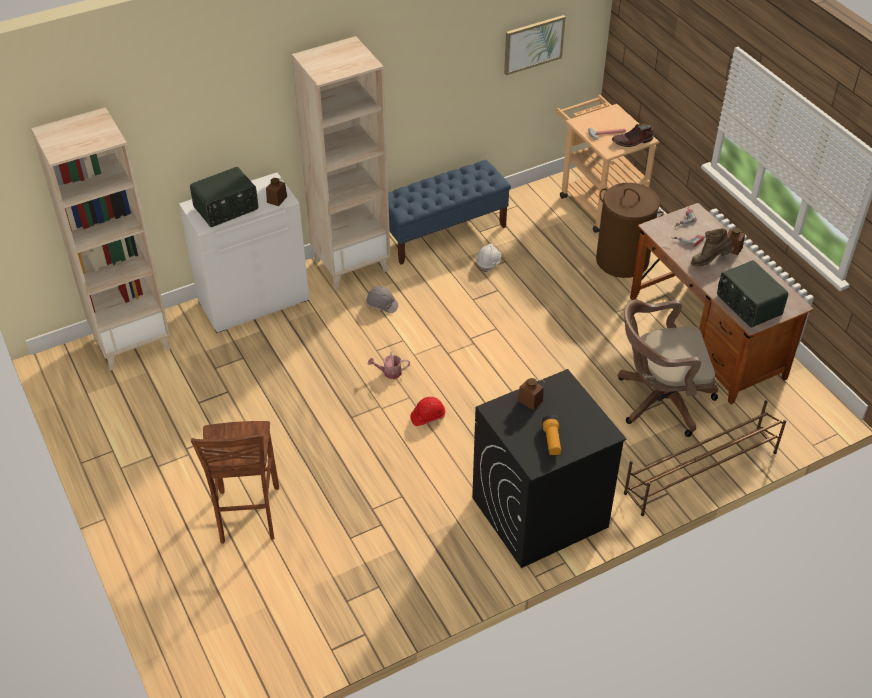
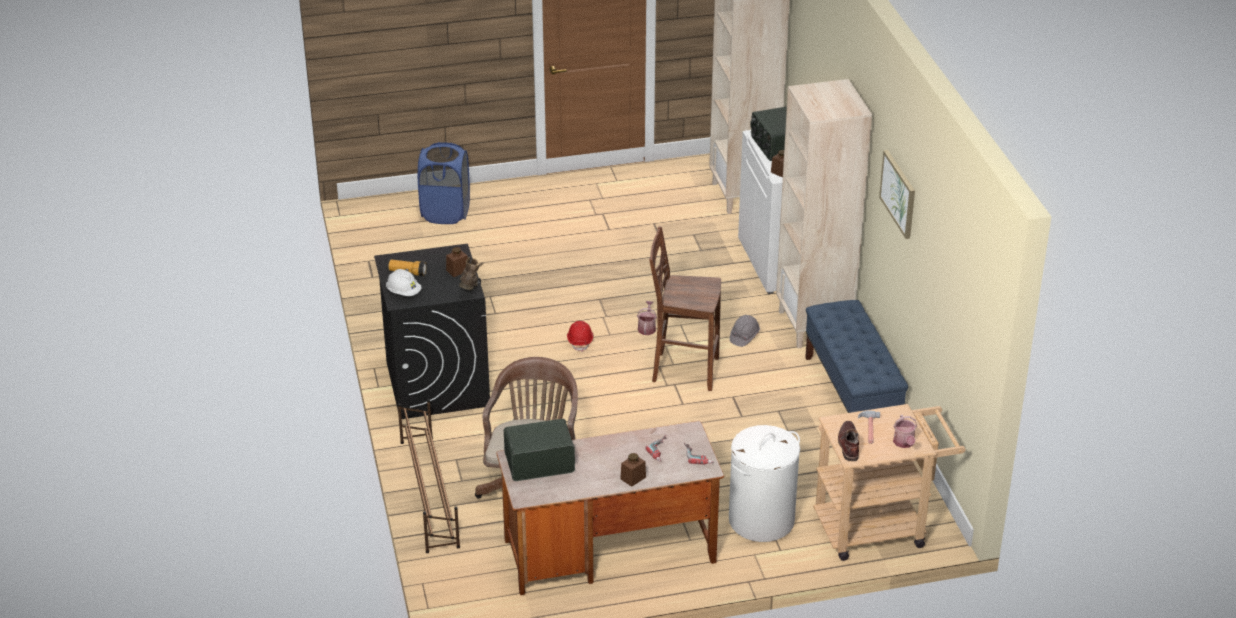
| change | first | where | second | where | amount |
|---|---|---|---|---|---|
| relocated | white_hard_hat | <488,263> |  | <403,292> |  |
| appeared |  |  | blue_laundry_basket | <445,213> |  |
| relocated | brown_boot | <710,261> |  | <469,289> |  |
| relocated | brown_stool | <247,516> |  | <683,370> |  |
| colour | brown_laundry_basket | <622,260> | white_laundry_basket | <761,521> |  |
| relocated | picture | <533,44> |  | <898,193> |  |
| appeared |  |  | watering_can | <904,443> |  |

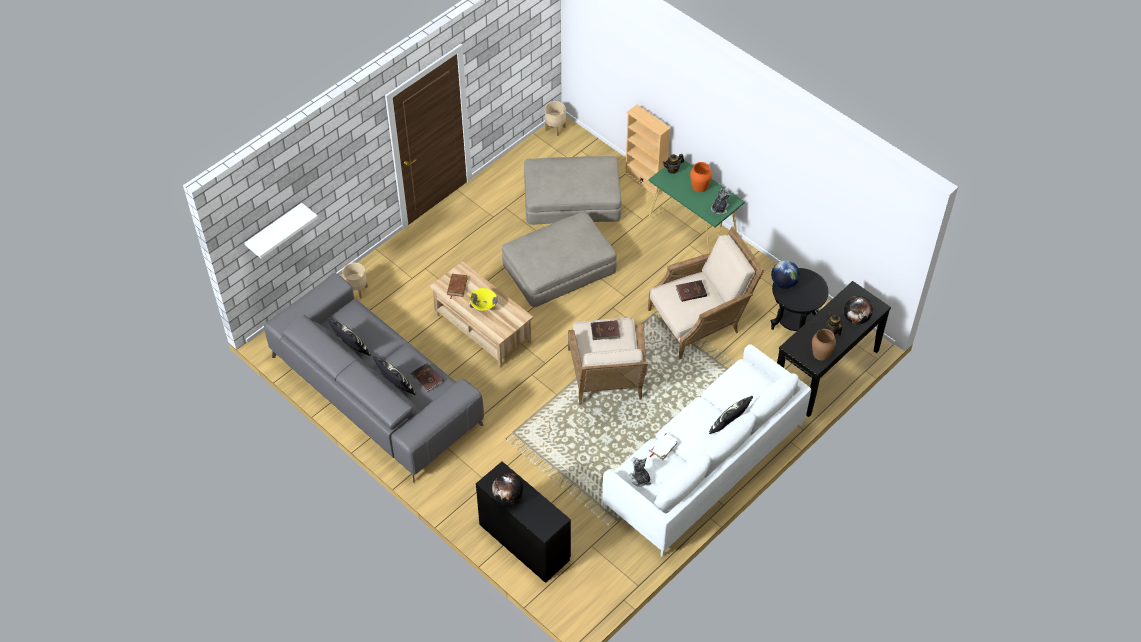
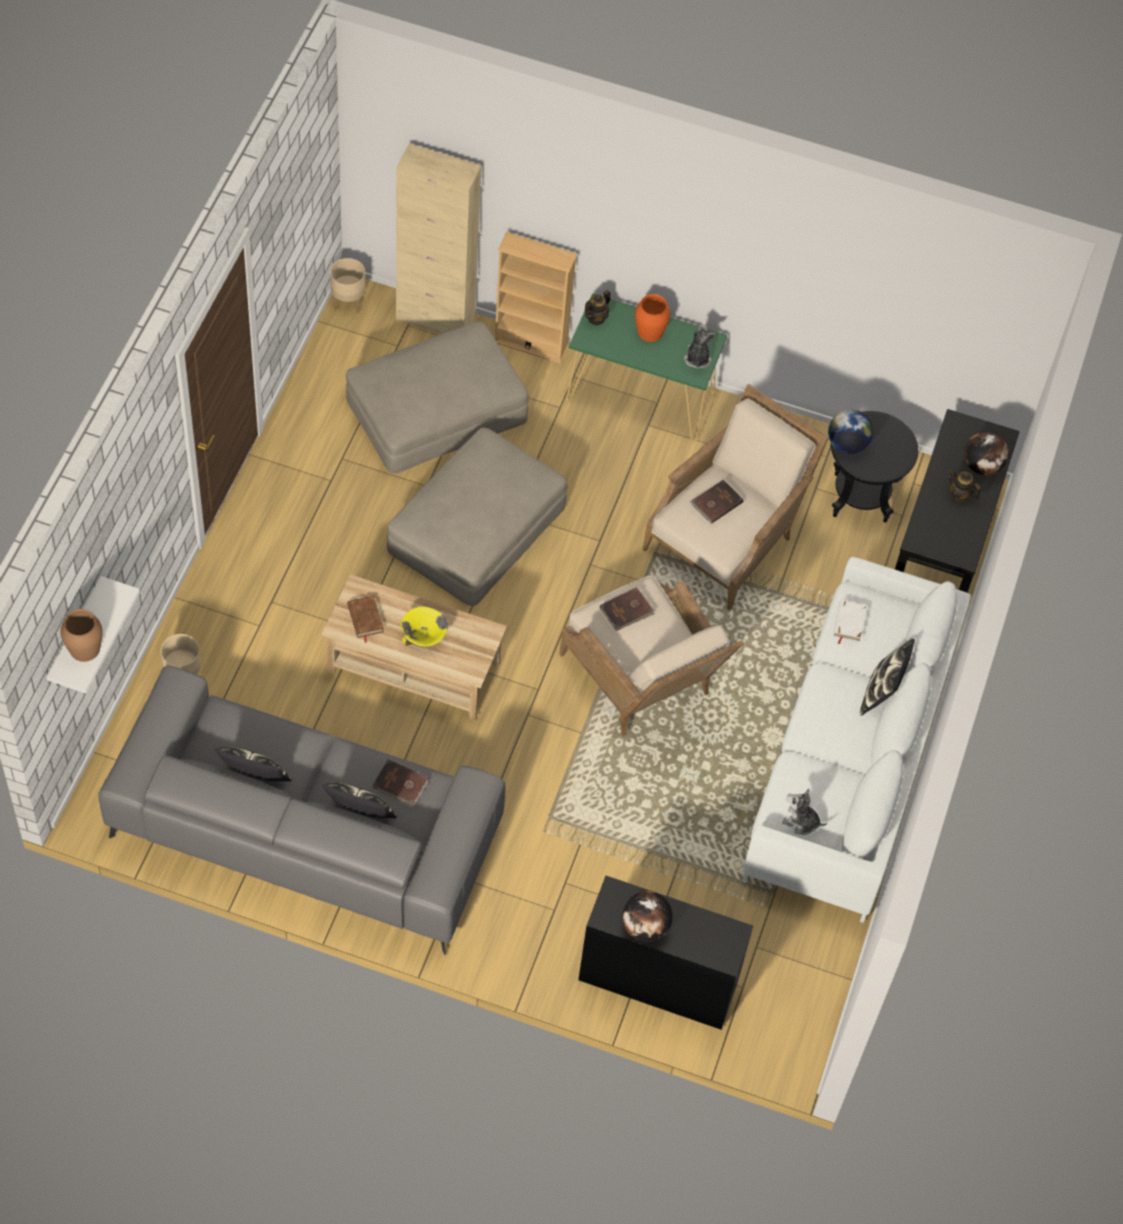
| change | first | where | second | where | amount |
|---|---|---|---|---|---|
| relocated | brown_vase | <821,353> |  | <84,648> |  |
| appeared |  |  | beige_cabinet | <435,319> |  |
| relocated | white_book | <663,447> |  | <849,623> |  |

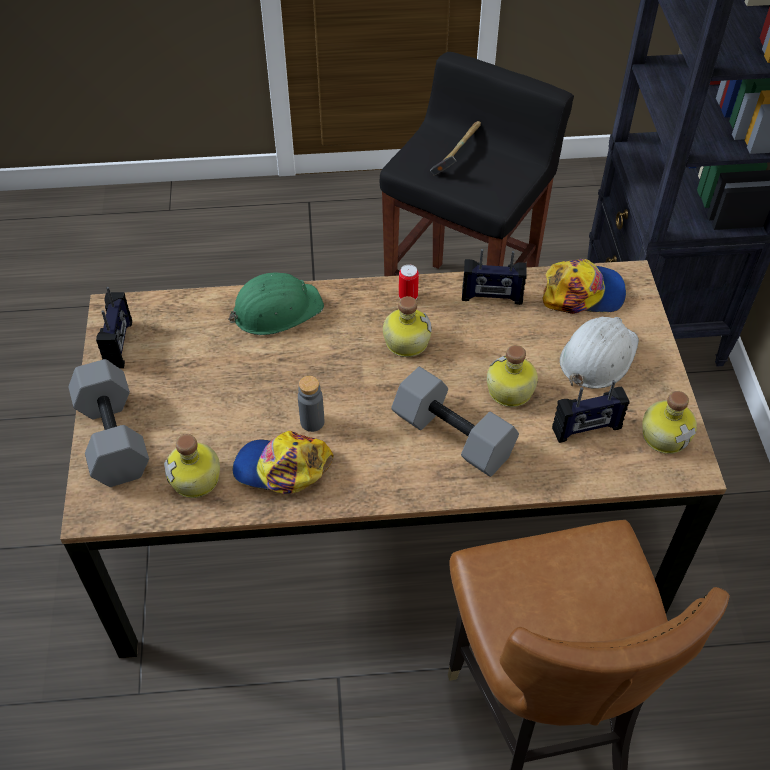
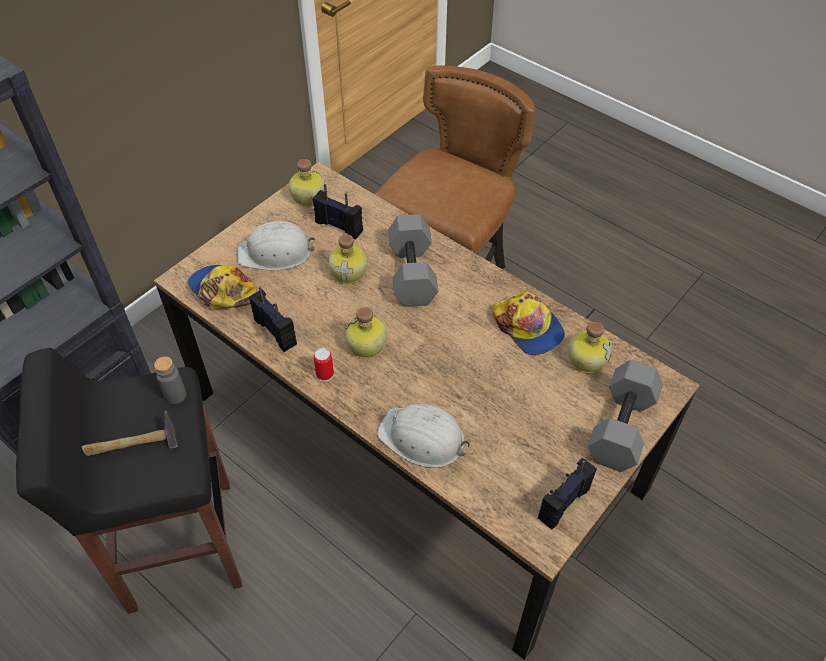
| change | first | where | second | where | amount |
|---|---|---|---|---|---|
| relocated | grey_bottle | <312,422> |  | <175,395> |  |
| colour | green_hard_hat | <276,310> | white_hard_hat | <422,438> |  |

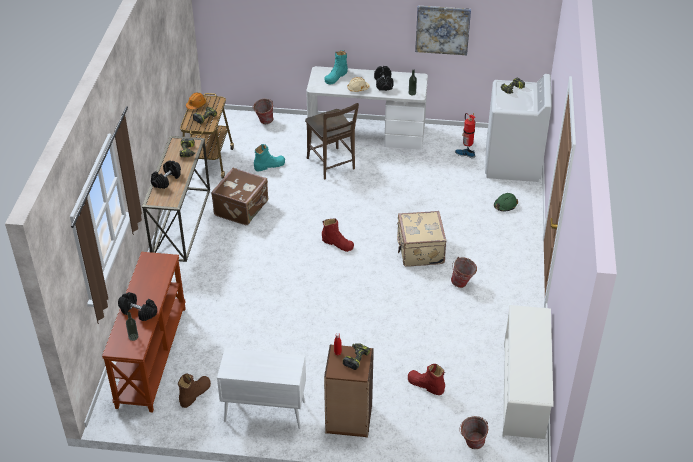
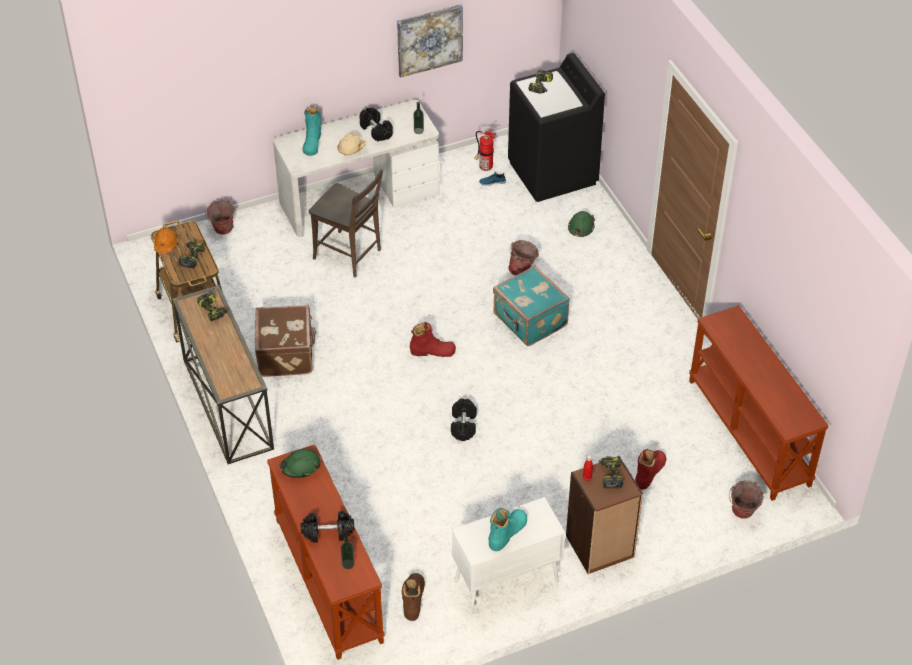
| change | first | where | second | where | amount |
|---|---|---|---|---|---|
| appeared |  |  | green_hard_hat | <301,466> |  |
| relocated | black_dumbbell | <166,180> |  | <463,425> |  |
| relocated | turquoise_boot | <269,165> |  | <507,532> |  |
| colour | beige_suitcase | <419,250> | turquoise_suitcase | <529,321> |  |
| colour | white_washing_machine | <512,164> | black_washing_machine | <553,173> |  |
| relocated | bucket | <462,284> |  | <523,271> |  |
| spun | red_boot | <425,385> |  | <650,472> | 120 degrees clockwise |
| exchanged | white_shoe_rack | <523,390> | brown_console_table | <750,432> |  |

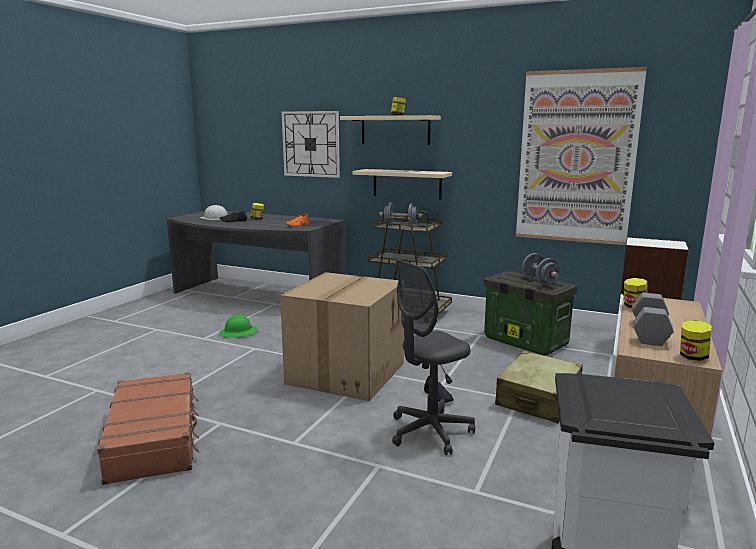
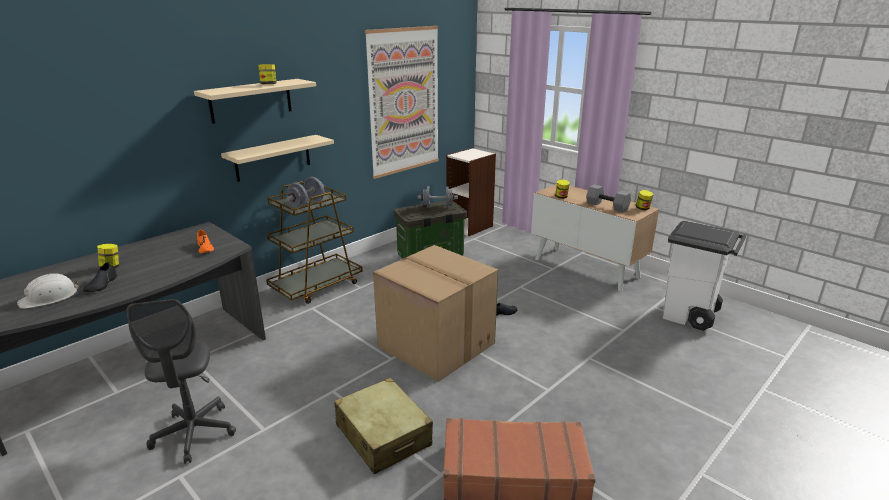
| change | first | where | second | where | amount |
|---|---|---|---|---|---|
| relocated | grey_office_chair | <430,432> |  | <194,433> |  |
| relocated | beige_suitcase | <538,399> |  | <383,435> |  |
| missing | green_hard_hat | <238,332> |  |  |  |
| missing | wall_clock | <311,144> |  |  |  |

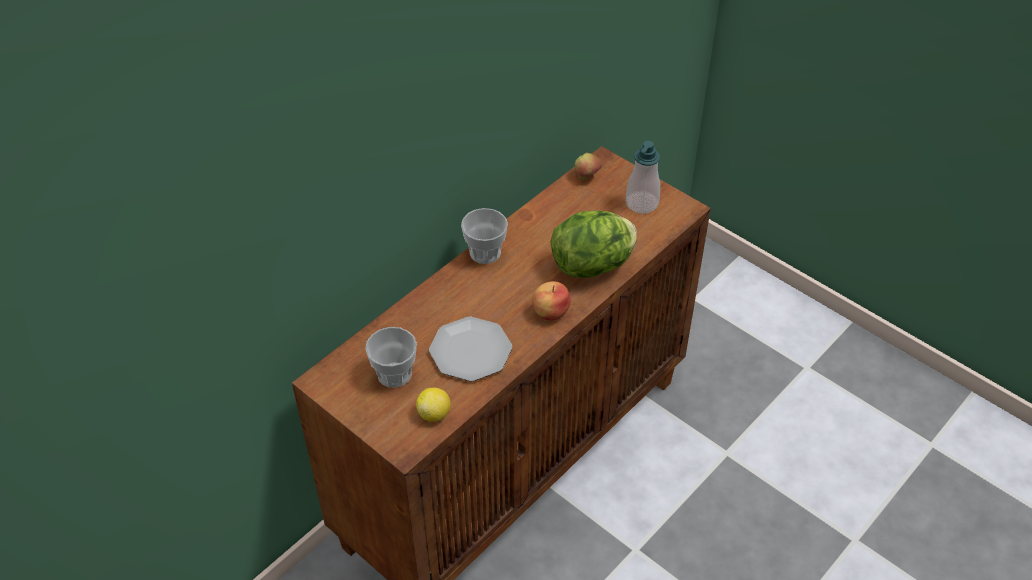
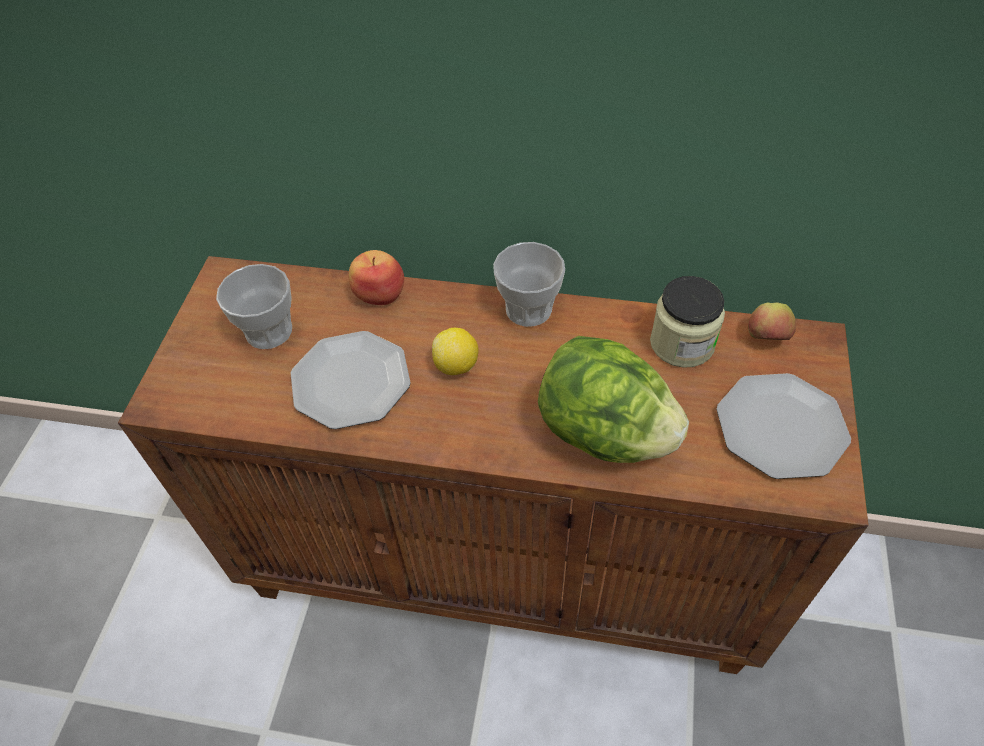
| change | first | where | second | where | amount |
|---|---|---|---|---|---|
| relocated | apple | <550,312> |  | <379,293> |  |
| relocated | lemon | <434,414> |  | <456,366> |  |
| appeared |  |  | jar | <682,343> |  |
| exchanged | soap_dispenser | <641,203> | plate | <781,428> |  |

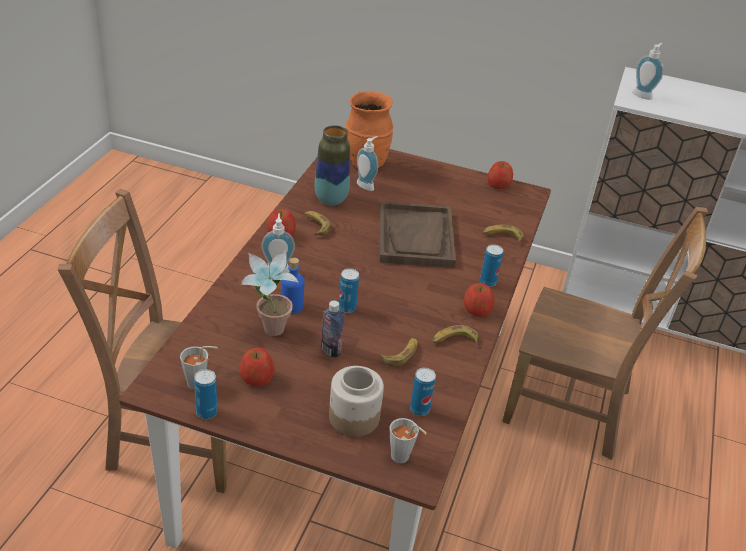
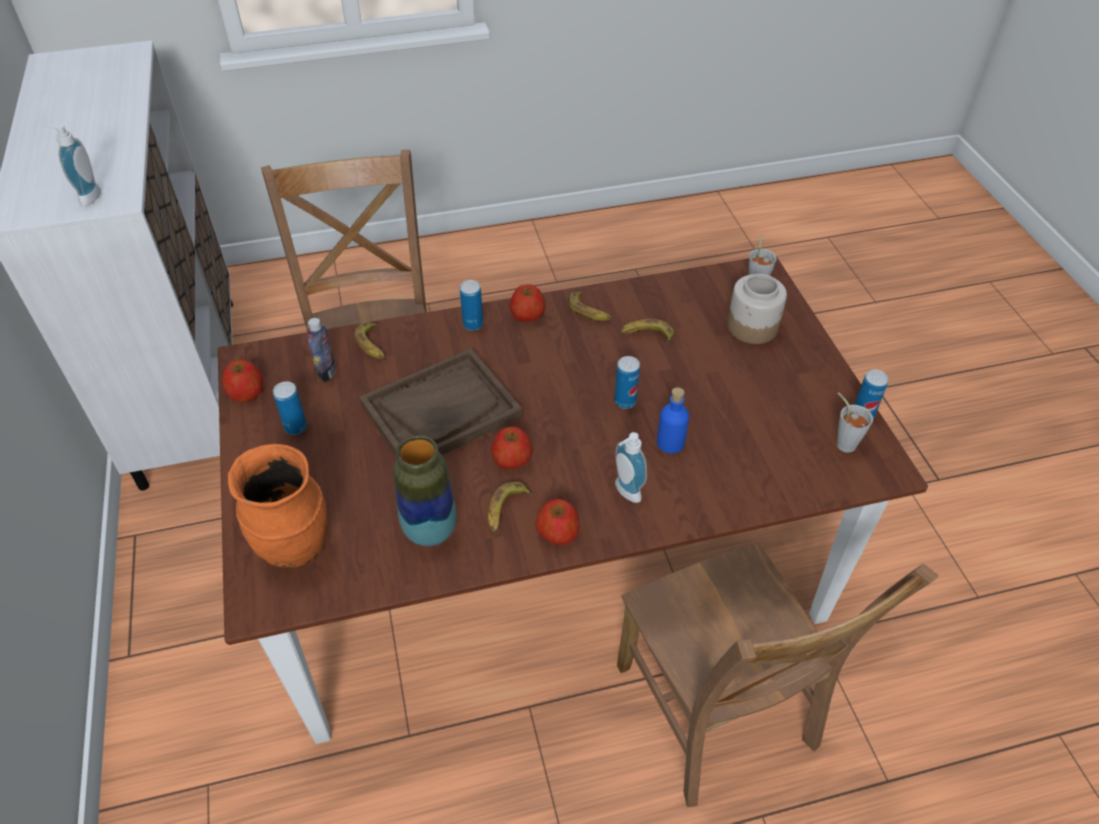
| change | first | where | second | where | amount |
|---|---|---|---|---|---|
| relocated | can | <419,409> |  | <296,427> |  |
| relocated | bottle | <331,350> |  | <327,373> |  |
| relocated | apple | <257,377> |  | <511,459> |  |
| missing | potted_plant | <269,333> |  |  |  |
| missing | soap_dispenser | <367,185> |  |  |  |

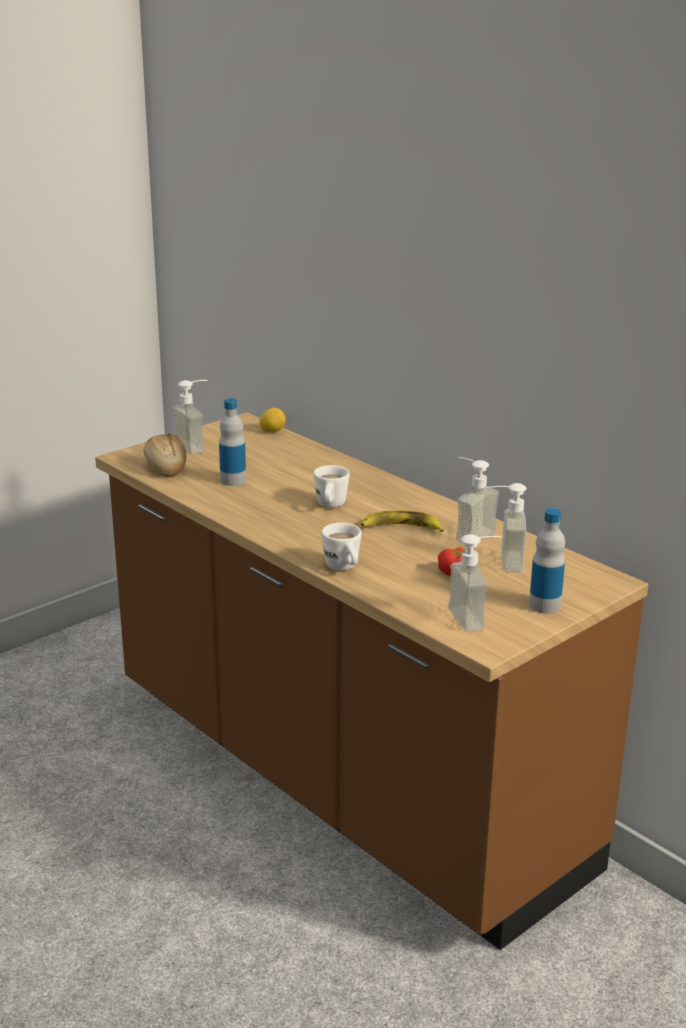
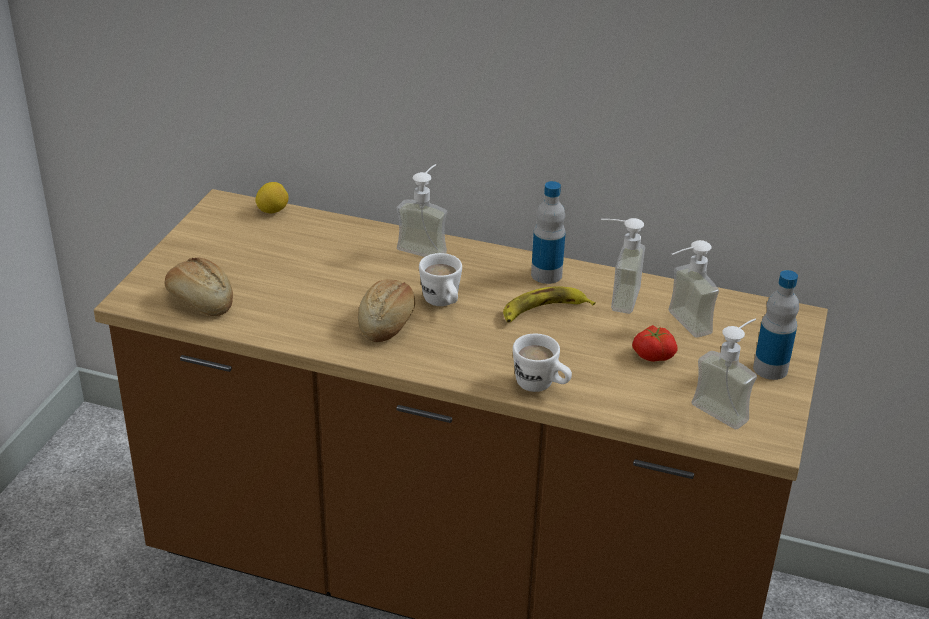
| change | first | where | second | where | amount |
|---|---|---|---|---|---|
| appeared |  |  | bread | <387,323> |  |
| relocated | soap_dispenser | <195,446> |  | <426,246> |  |
| relocated | bottle | <233,480> |  | <546,274> |  |

